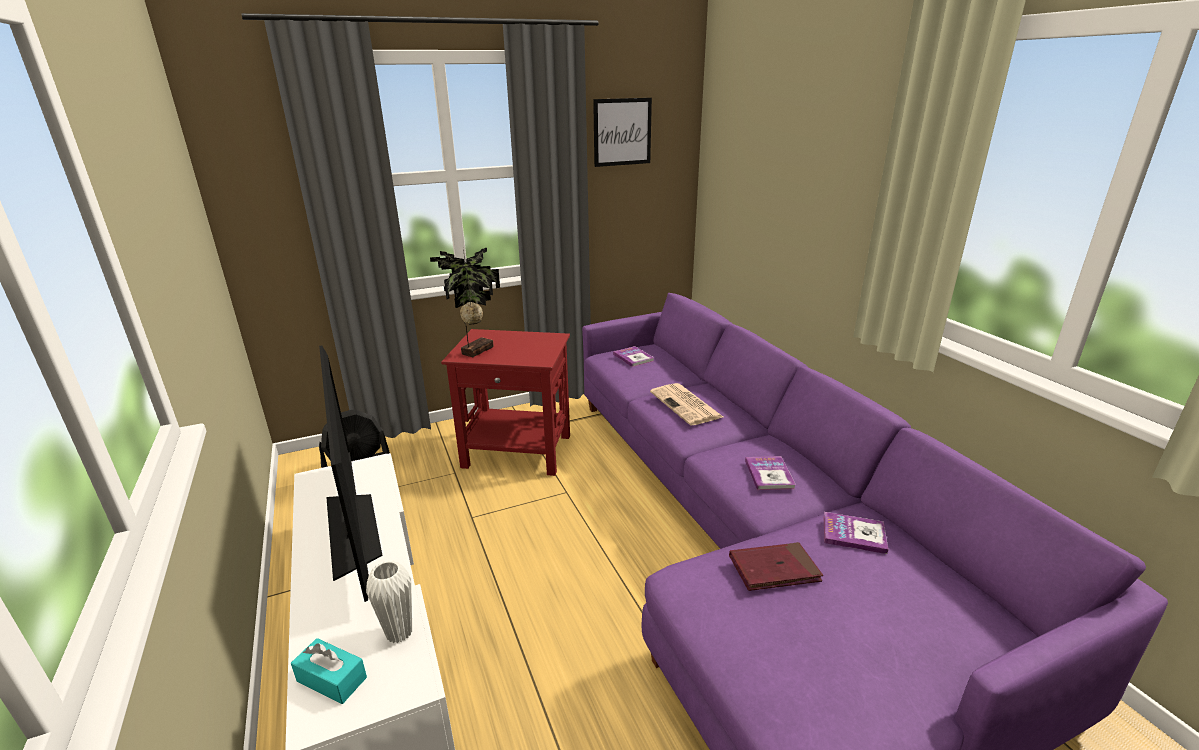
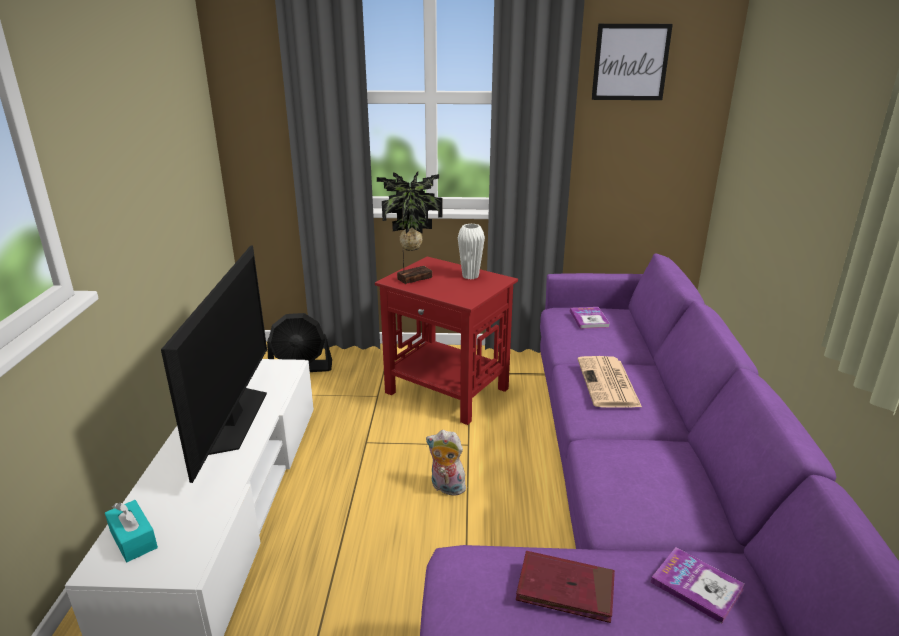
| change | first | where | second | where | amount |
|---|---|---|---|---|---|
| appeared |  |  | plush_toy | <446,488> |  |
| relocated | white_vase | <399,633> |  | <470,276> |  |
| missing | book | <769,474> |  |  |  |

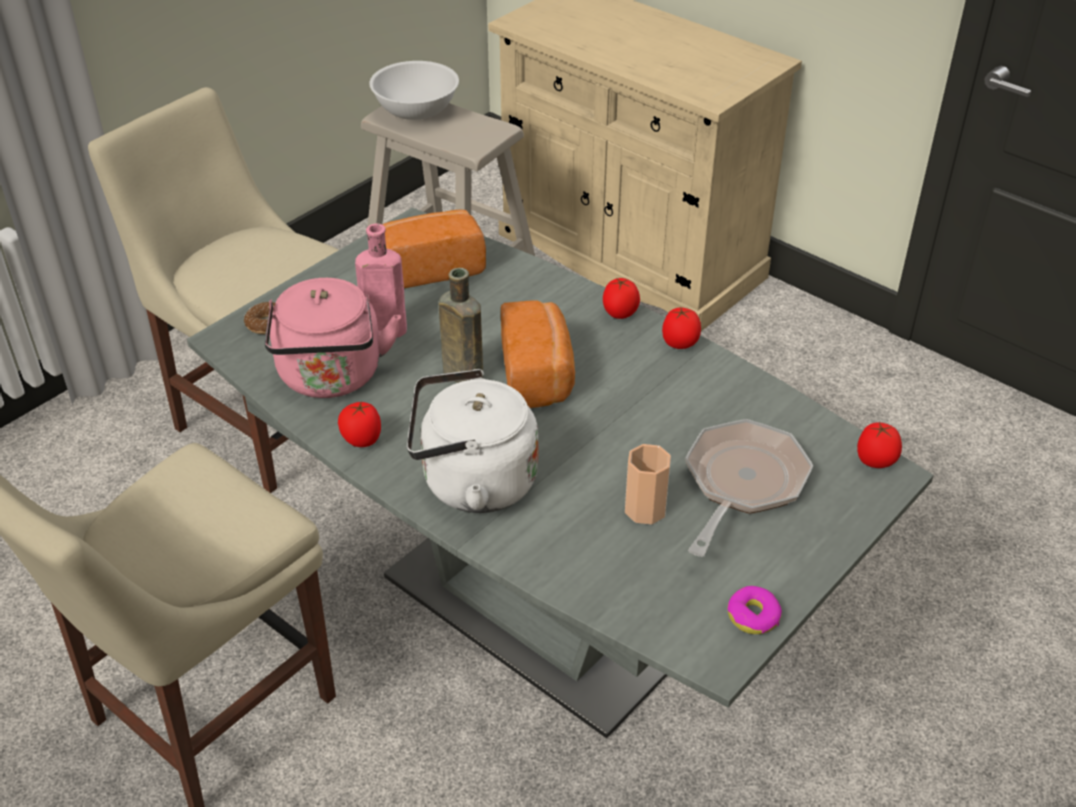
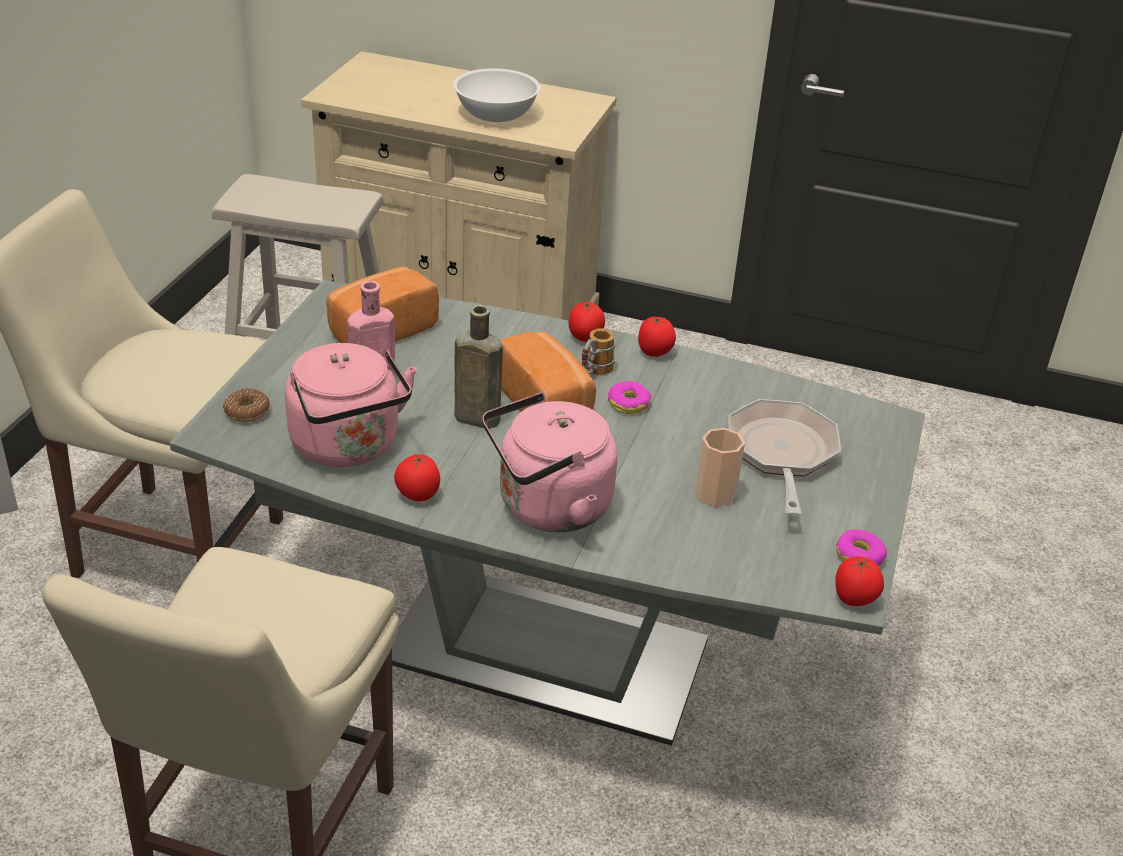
| change | first | where | second | where | amount |
|---|---|---|---|---|---|
| relocated | white_bowl | <416,110> |  | <495,115> |  |
| colour | white_kettle | <472,483> | pink_kettle | <548,508> |  |
| appeared |  |  | mug | <593,374> |  |
| appeared |  |  | donut | <628,403> |  |
| relocated | tomato | <875,462> |  | <854,599> |  |

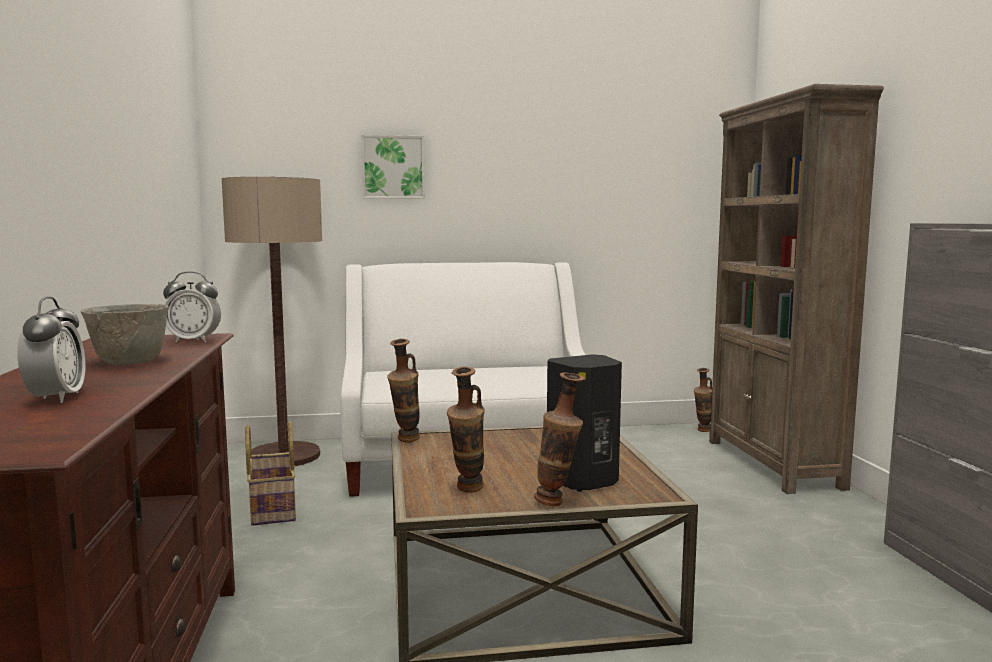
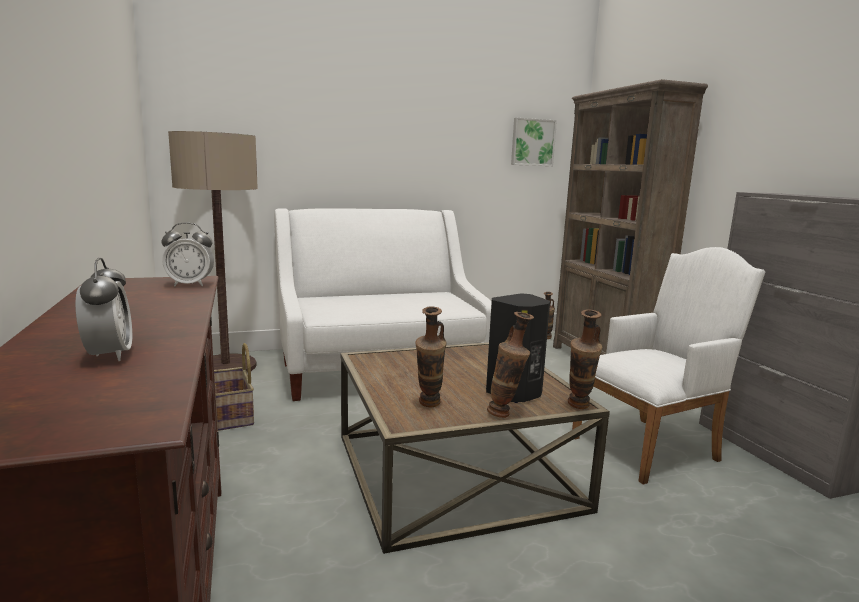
| change | first | where | second | where | amount |
|---|---|---|---|---|---|
| relocated | picture | <393,167> |  | <532,142> |  |
| relocated | vase | <405,441> |  | <579,408> |  |
| appeared |  |  | white_armchair | <651,447> |  |
| missing | grey_bowl | <128,363> |  |  |  |

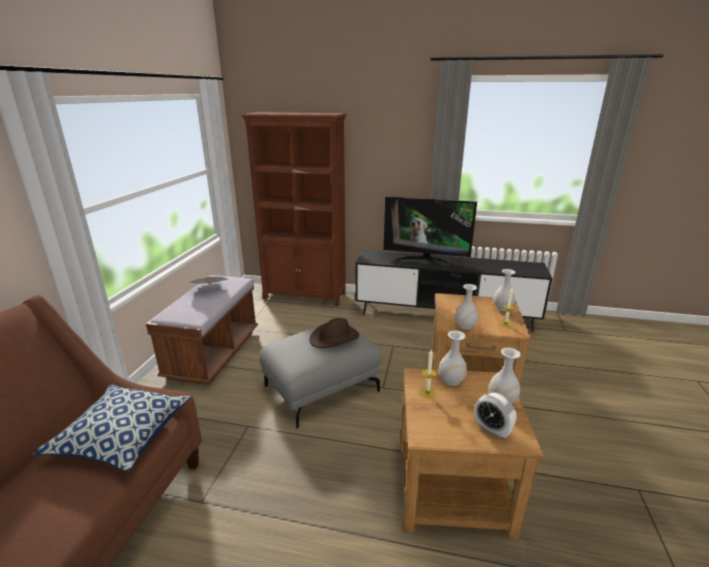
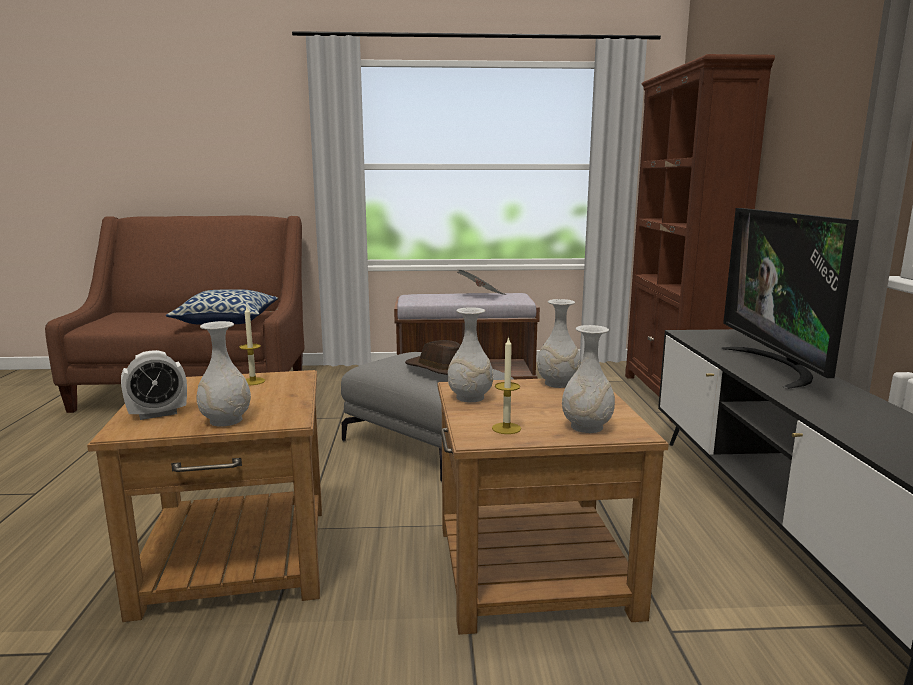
| change | first | where | second | where | amount |
|---|---|---|---|---|---|
| spun | alarm_clock | <492,430> |  | <158,414> | 150 degrees counterclockwise |
| relocated | white_vase | <451,381> |  | <557,383> |  |

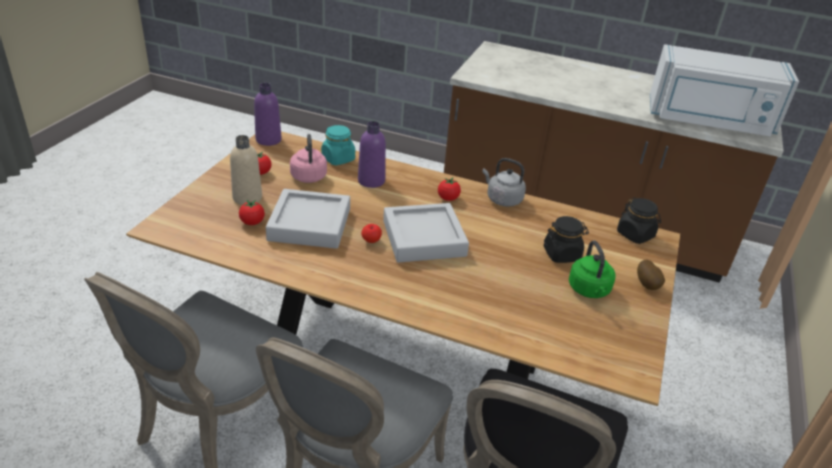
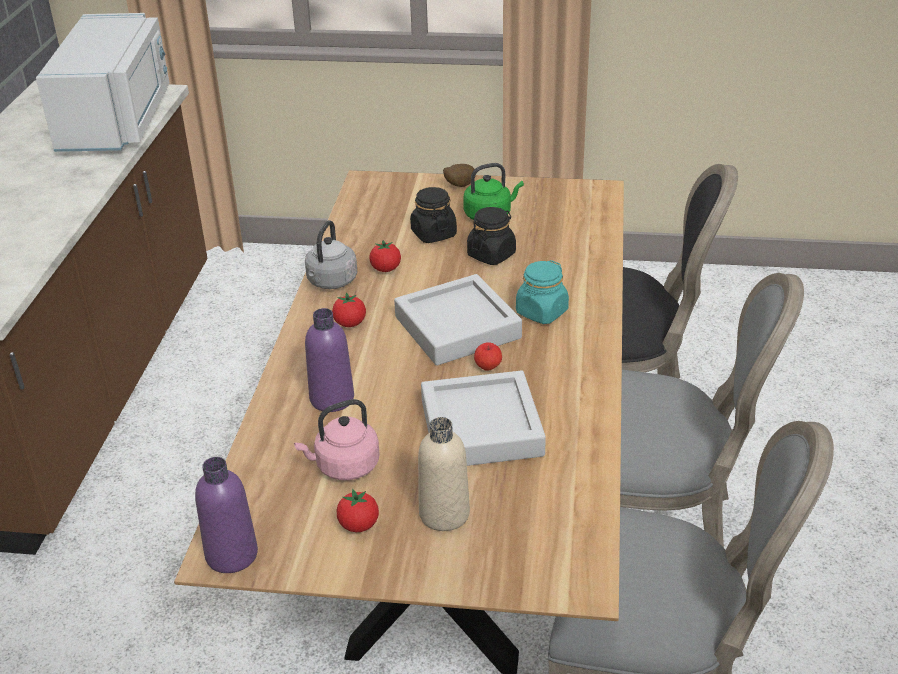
| change | first | where | second | where | amount |
|---|---|---|---|---|---|
| relocated | tomato | <252,222> |  | <386,269> |  |
| relocated | black_jar | <635,235> |  | <491,255> |  |
| relocated | turquoise_jar | <338,158> |  | <541,312> |  |

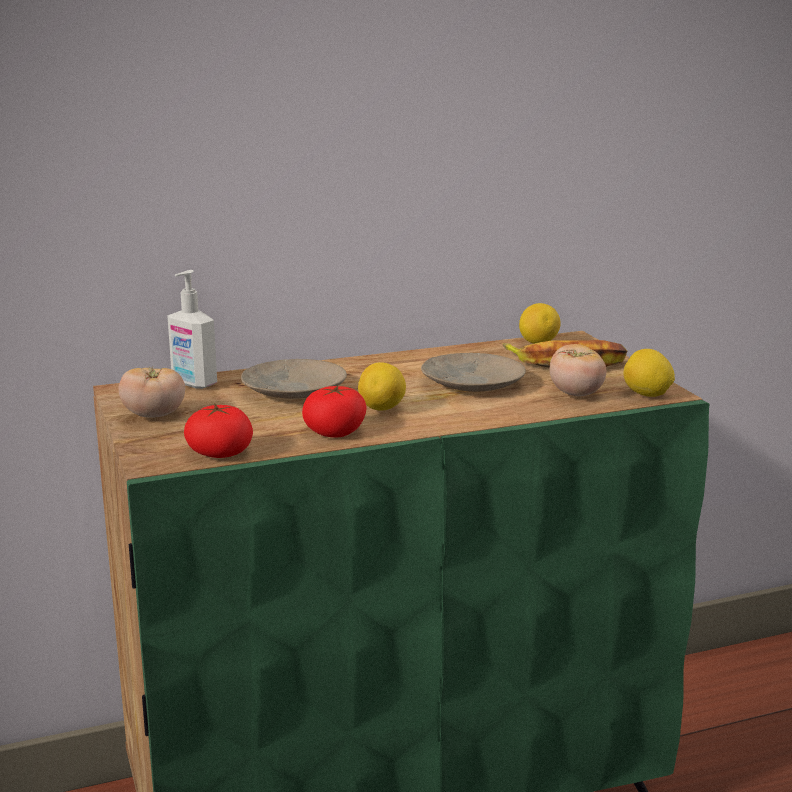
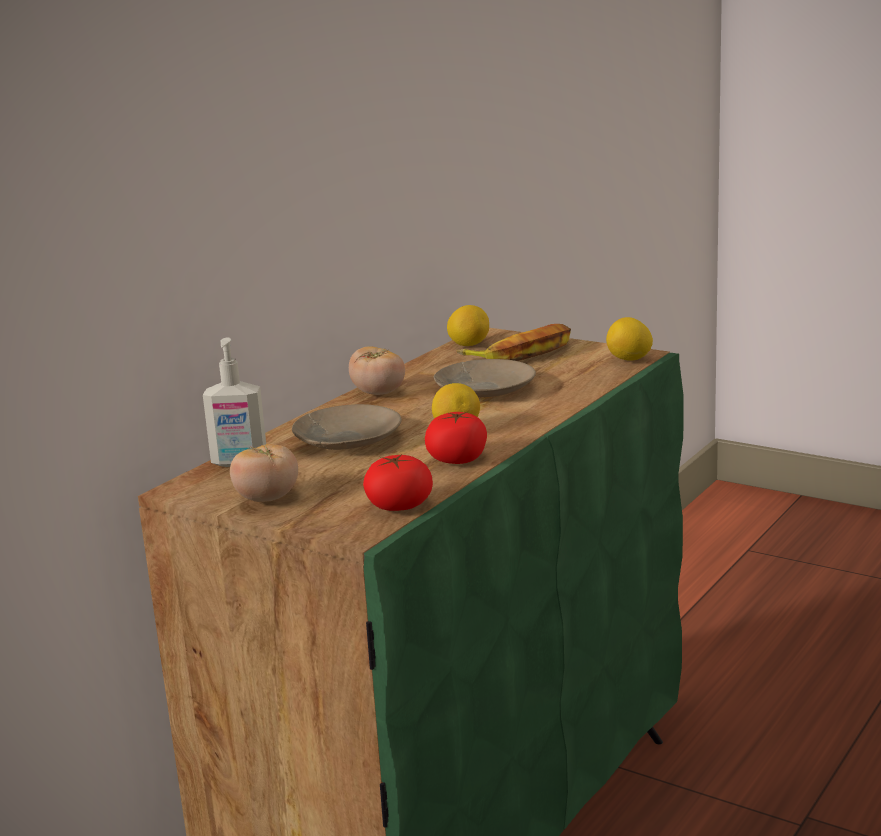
| change | first | where | second | where | amount |
|---|---|---|---|---|---|
| relocated | tomato | <576,394> |  | <378,393> |  |

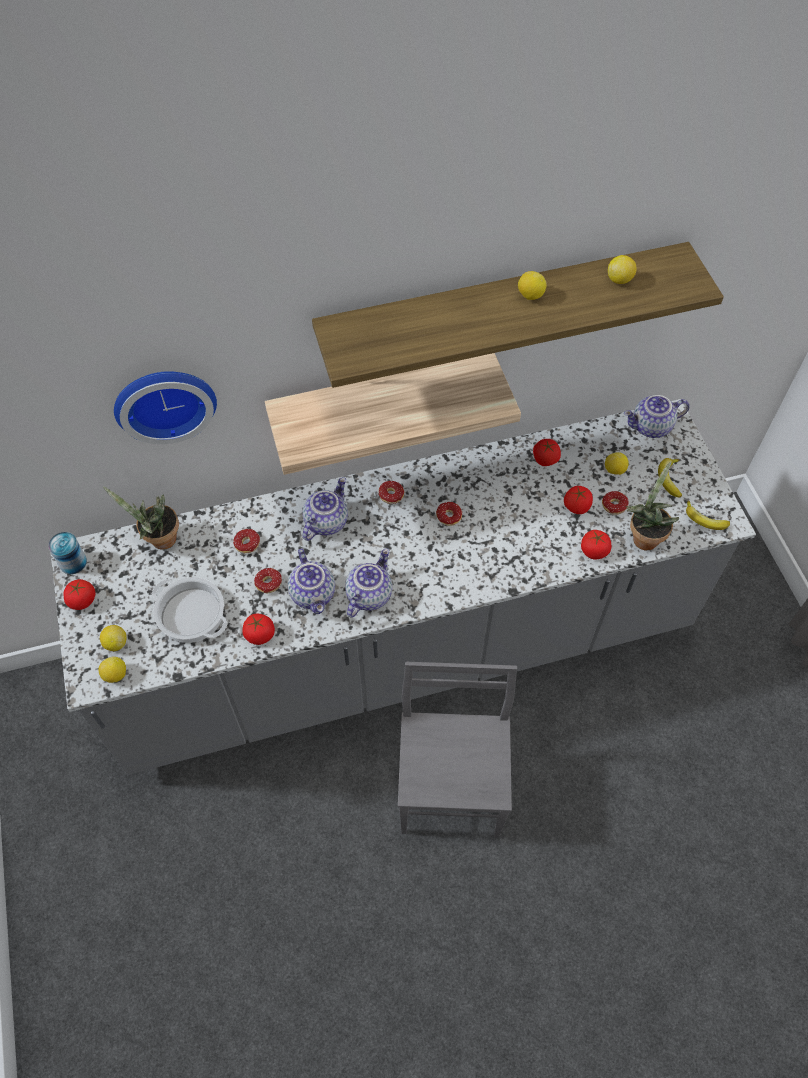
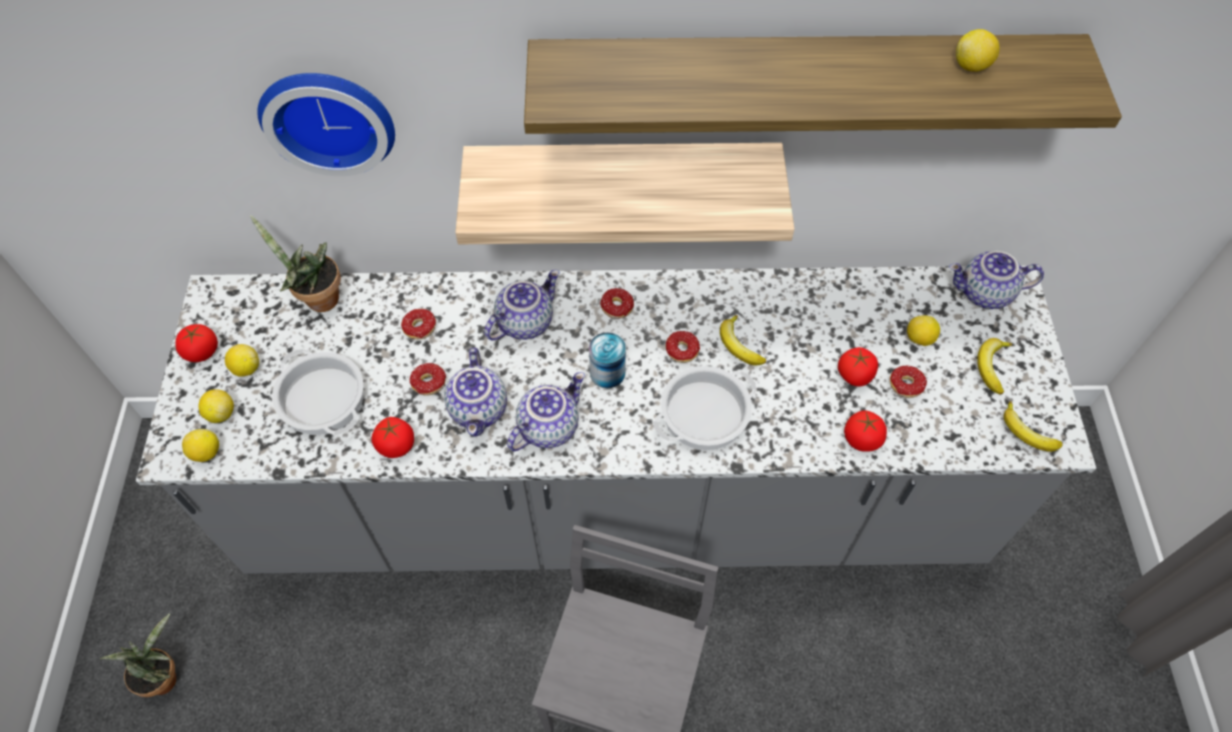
| change | first | where | second | where | amount |
|---|---|---|---|---|---|
| relocated | potted_plant | <643,536> |  | <164,676> |  |
| relocated | lemon | <530,295> |  | <246,368> |  |
| relocated | can | <73,562> |  | <607,373> |  |
| appeared |  |  | cooking_pot | <704,413> |  |
| appeared |  |  | banana | <738,345> |  |
| missing | tomato | <545,459> |  |  |  |

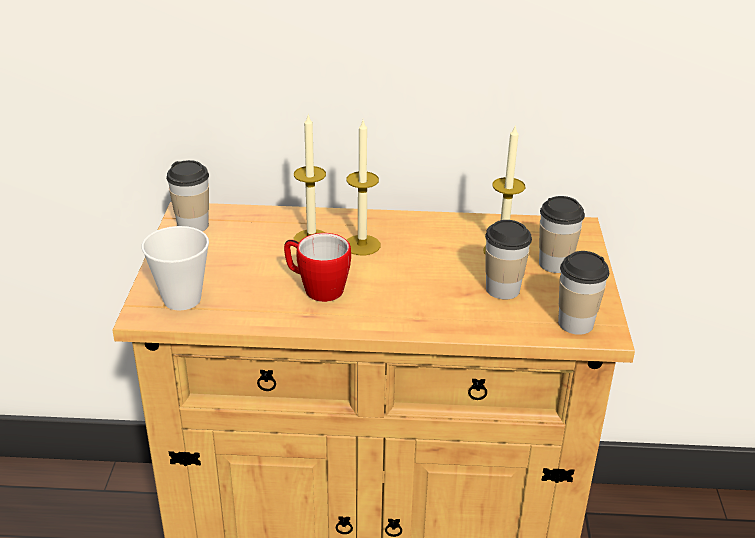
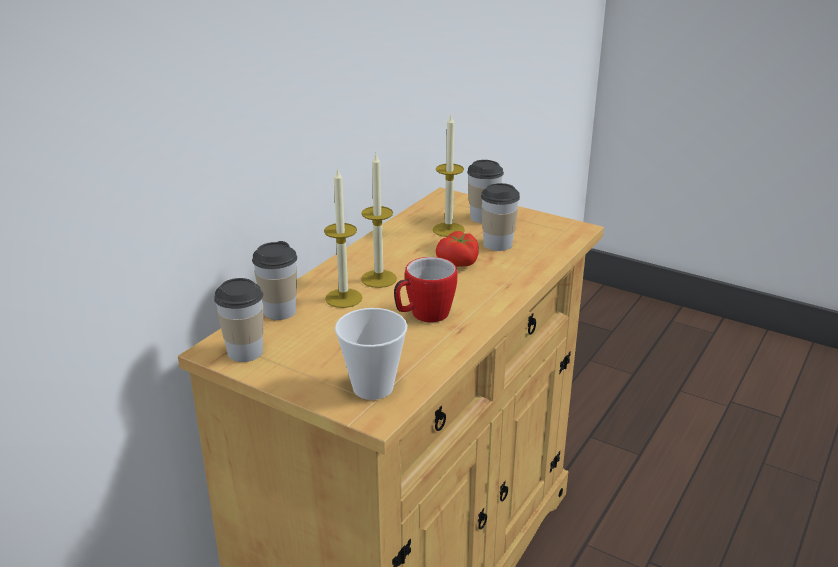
| change | first | where | second | where | amount |
|---|---|---|---|---|---|
| relocated | cup | <575,323> |  | <279,311> |  |
| appeared |  |  | tomato | <459,263> |  |

